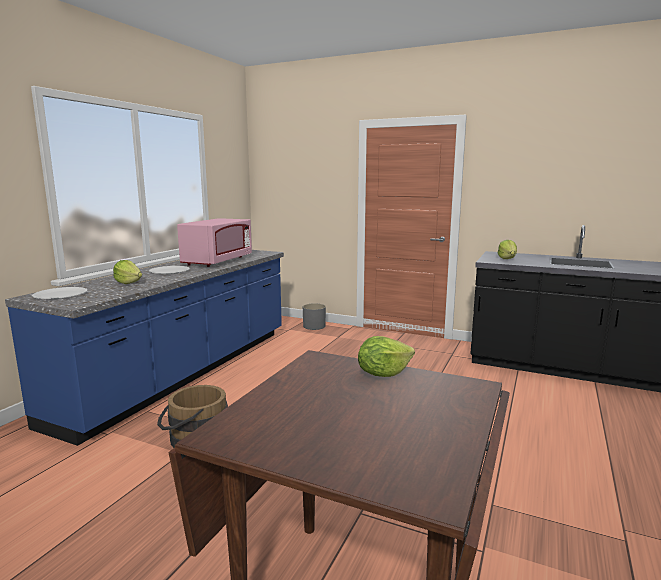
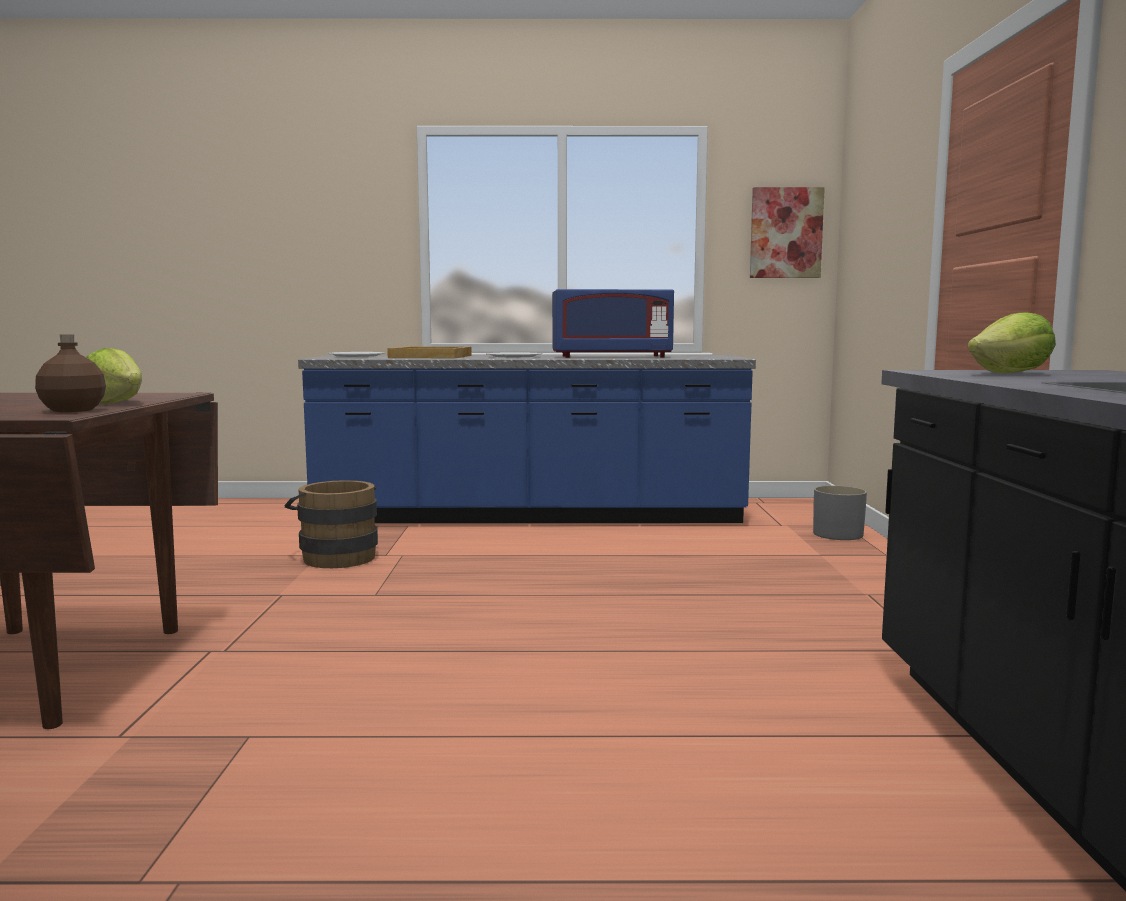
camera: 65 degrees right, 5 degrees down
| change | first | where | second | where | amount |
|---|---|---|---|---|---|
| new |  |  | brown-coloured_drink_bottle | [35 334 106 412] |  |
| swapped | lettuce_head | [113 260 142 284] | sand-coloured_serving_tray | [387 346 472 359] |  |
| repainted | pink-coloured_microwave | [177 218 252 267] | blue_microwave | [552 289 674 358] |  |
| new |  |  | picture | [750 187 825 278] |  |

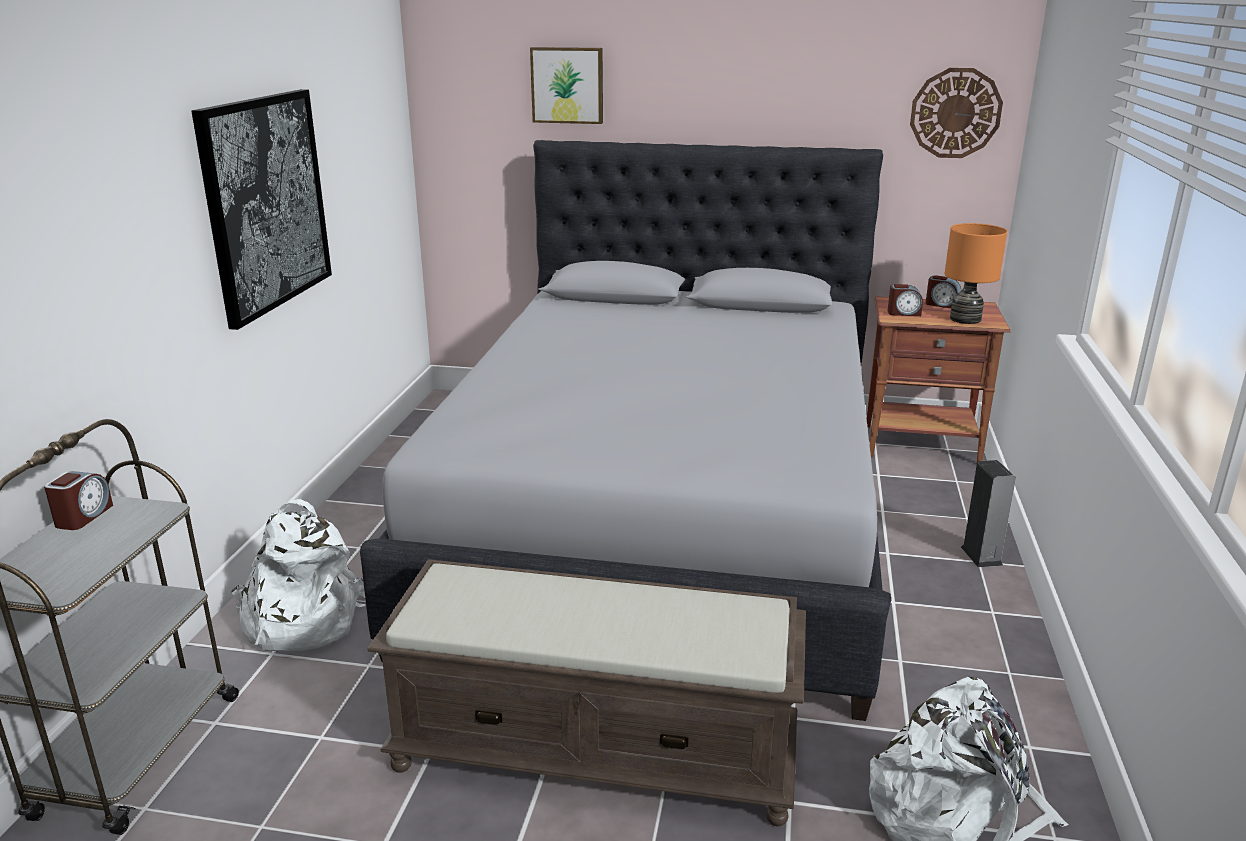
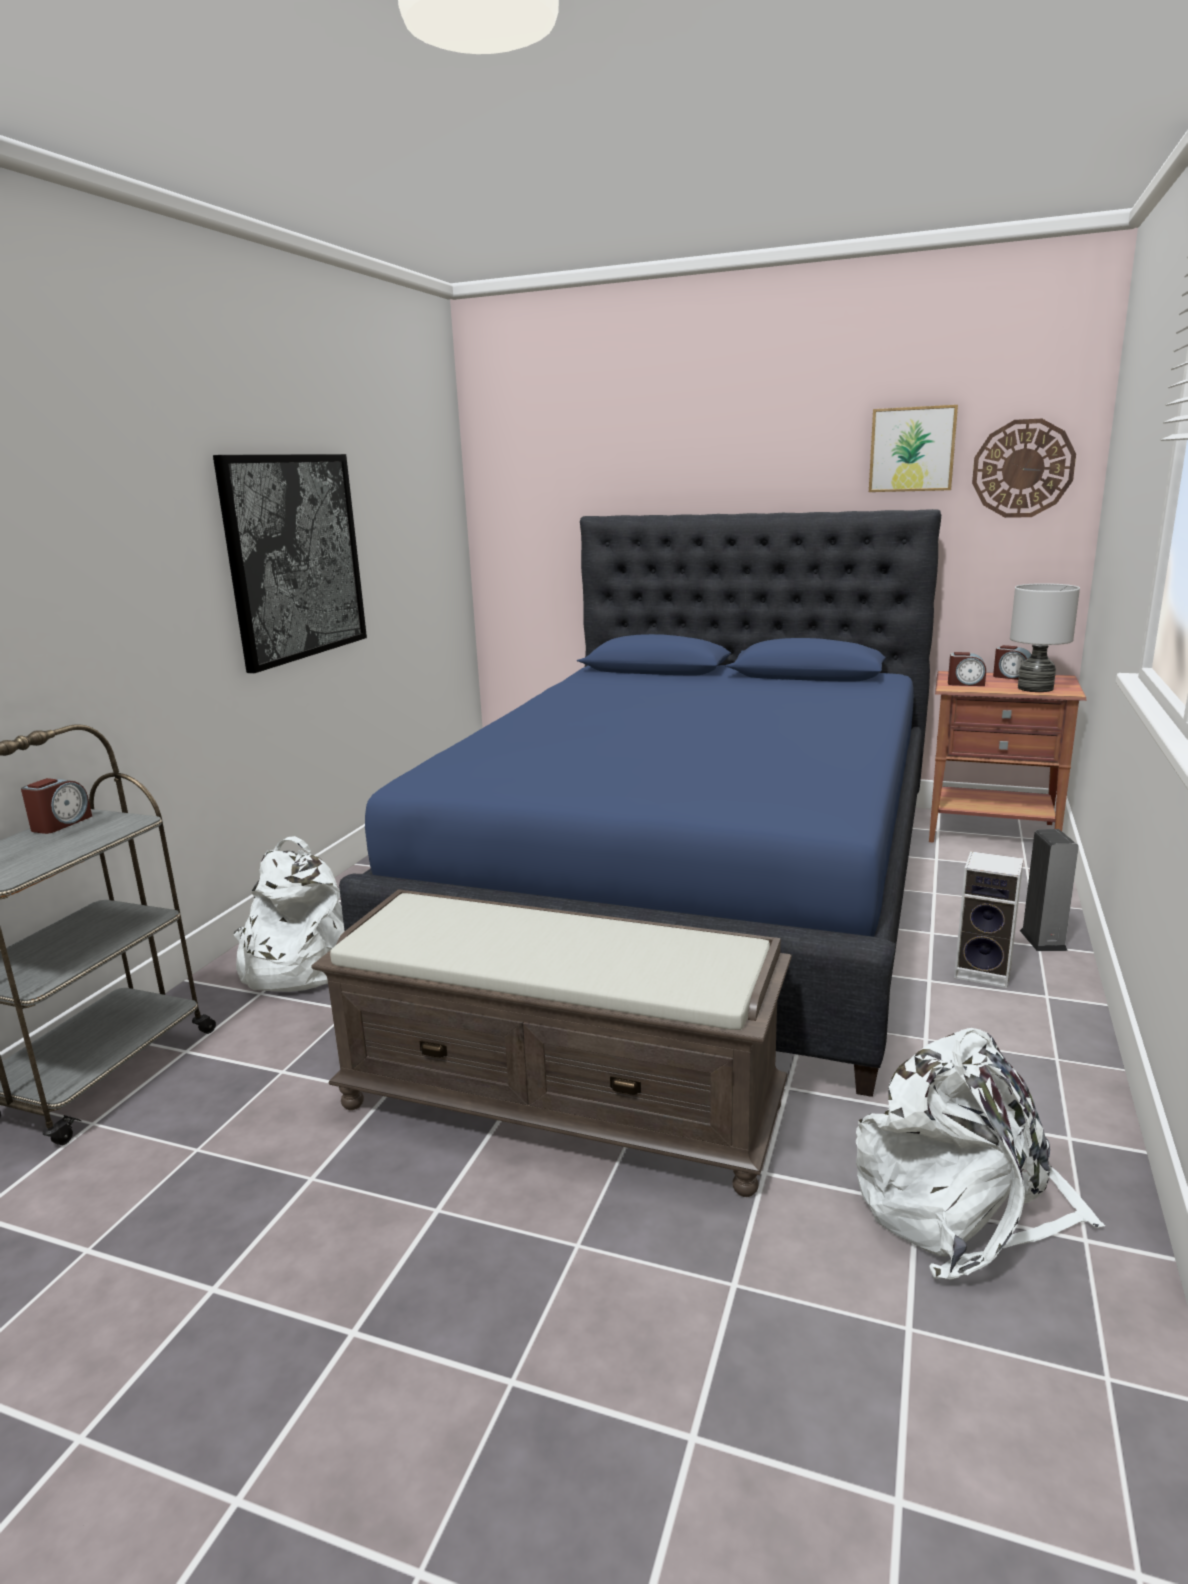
camera: 10 degrees right, 5 degrees down
| change | first | where | second | where | amount |
|---|---|---|---|---|---|
| repainted | greyish_bedroom_bed | [360 140 891 721] | blue_bedroom_bed | [339 509 941 1097] |  |
| shifted | picture | [530 47 603 124] |  | [869 405 958 492] |  |
| new |  |  | loudspeaker | [954 851 1024 988] |  |
| repainted | orange-coloured_lamp_for_a_table | [945 223 1007 324] | greyish_lamp_for_a_table | [1010 583 1080 692] |  |

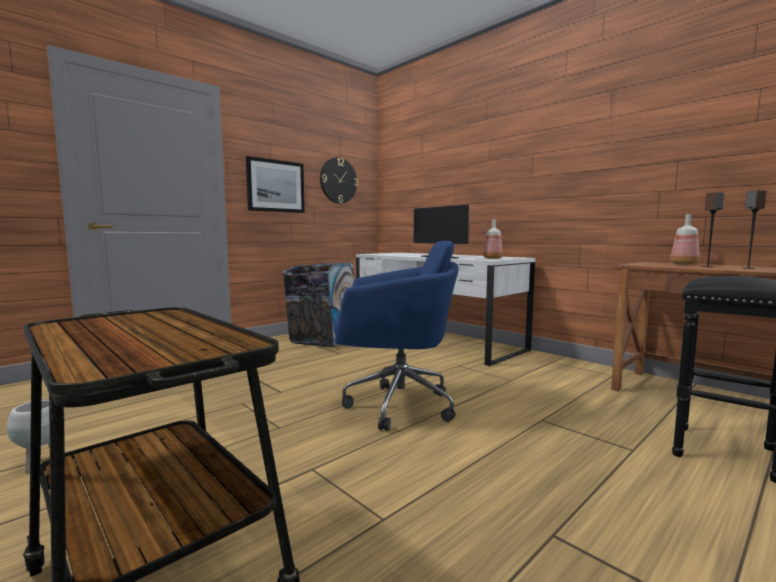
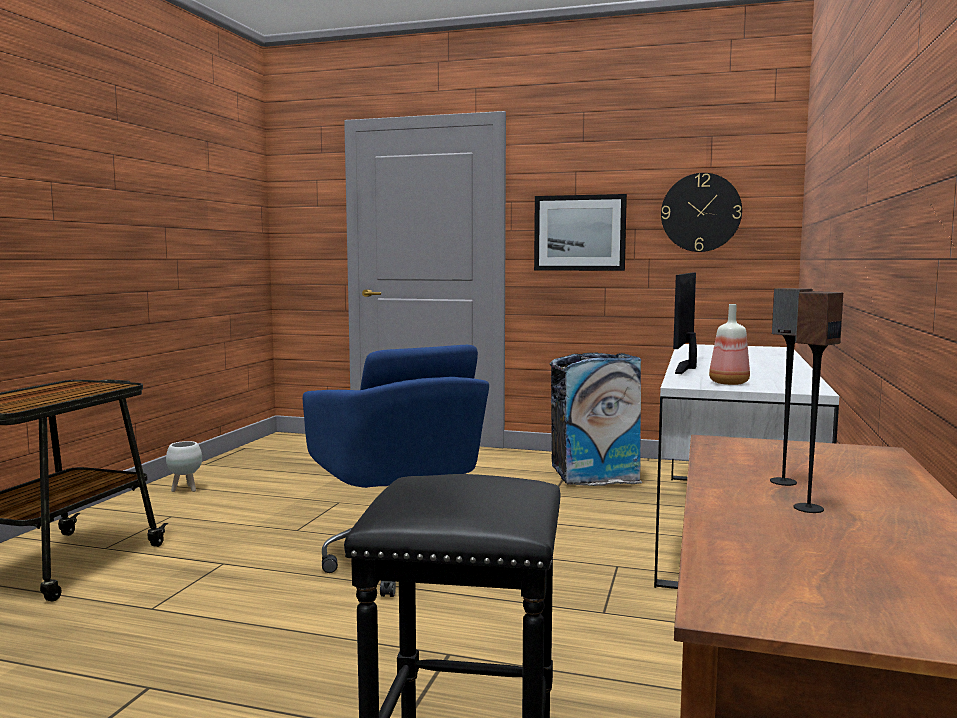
camera: 60 degrees right, 0 degrees up
| change | first | where | second | where | amount |
|---|---|---|---|---|---|
| gone | drink_bottle | [670 214 700 265] |  |  |  |

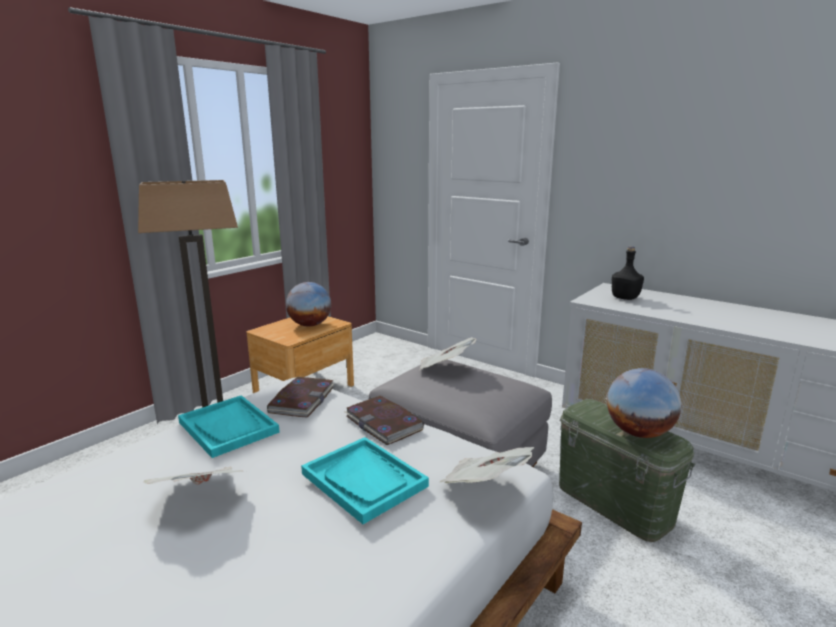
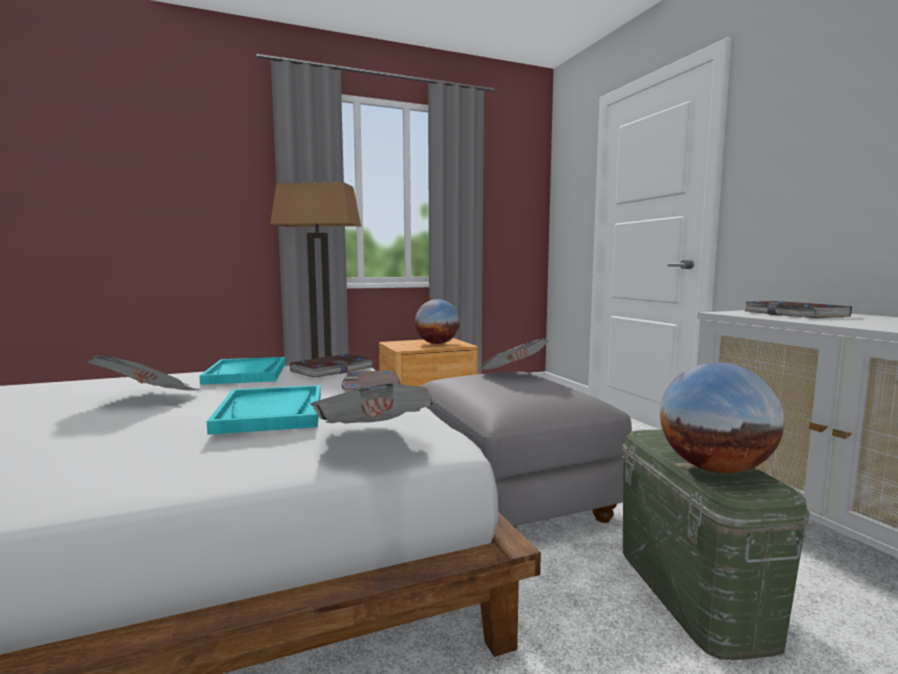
camera: 30 degrees right, 10 degrees down
| change | first | where | second | where | amount |
|---|---|---|---|---|---|
| swapped | black_drink_bottle | [612 246 644 300] | volume | [743 300 852 318] |  |

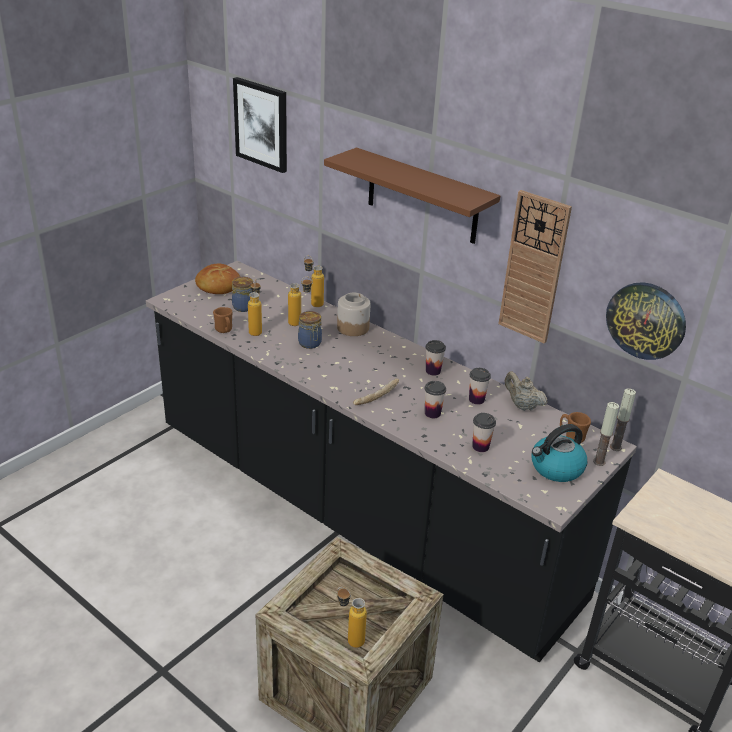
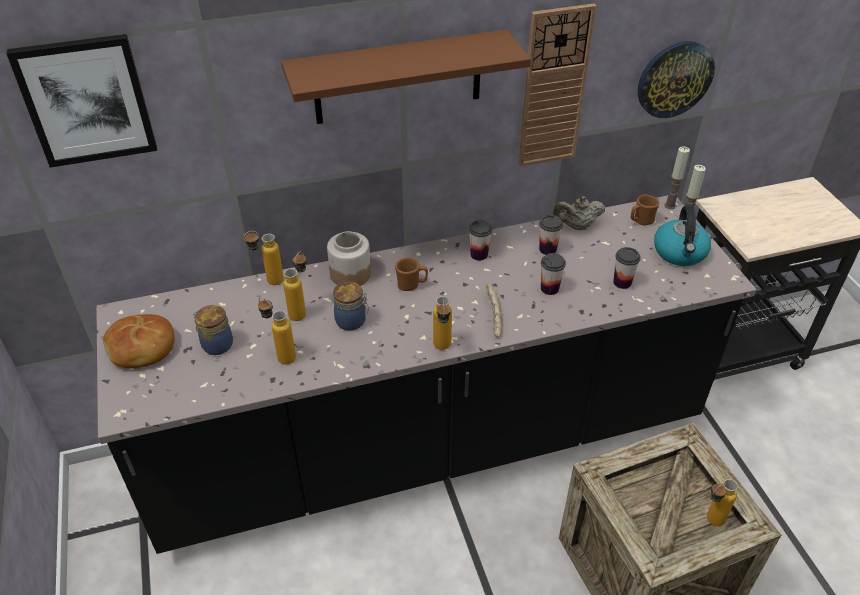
camera: 55 degrees left, 10 degrees up
| change | first | where | second | where | amount |
|---|---|---|---|---|---|
| shifted | brown-coloured_tea_mug | [213 307 232 333] |  | [395 257 428 291] |  |
| new |  |  | drink_bottle | [433 296 452 350] |  |

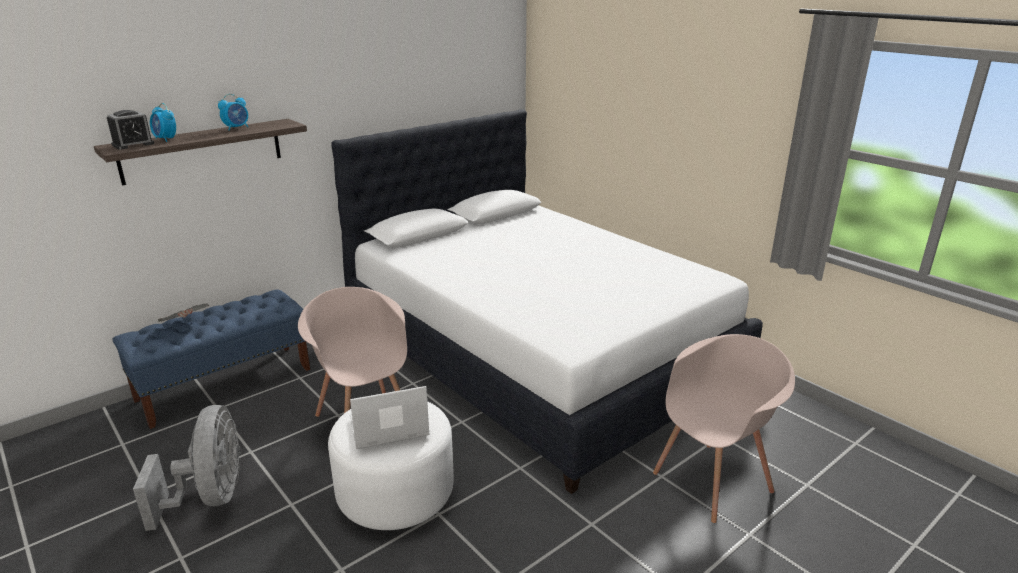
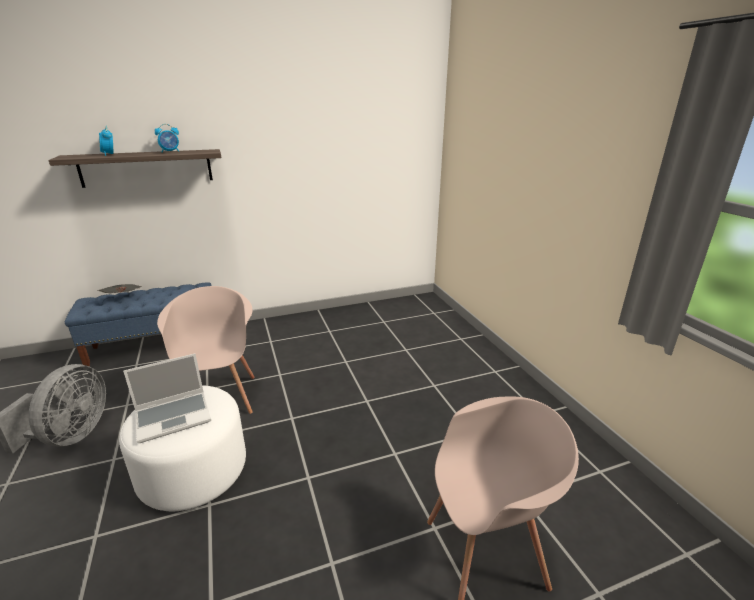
camera: 20 degrees right, 0 degrees up
| change | first | where | second | where | amount |
|---|---|---|---|---|---|
| rotated | portable_computer | [350 386 430 449] |  | [123 354 211 443] | 150 degrees clockwise |
| gone | table_clock | [107 110 154 150] |  |  |  |
| gone | white-coloured_bedroom_bed | [331 109 763 494] |  |  |  |

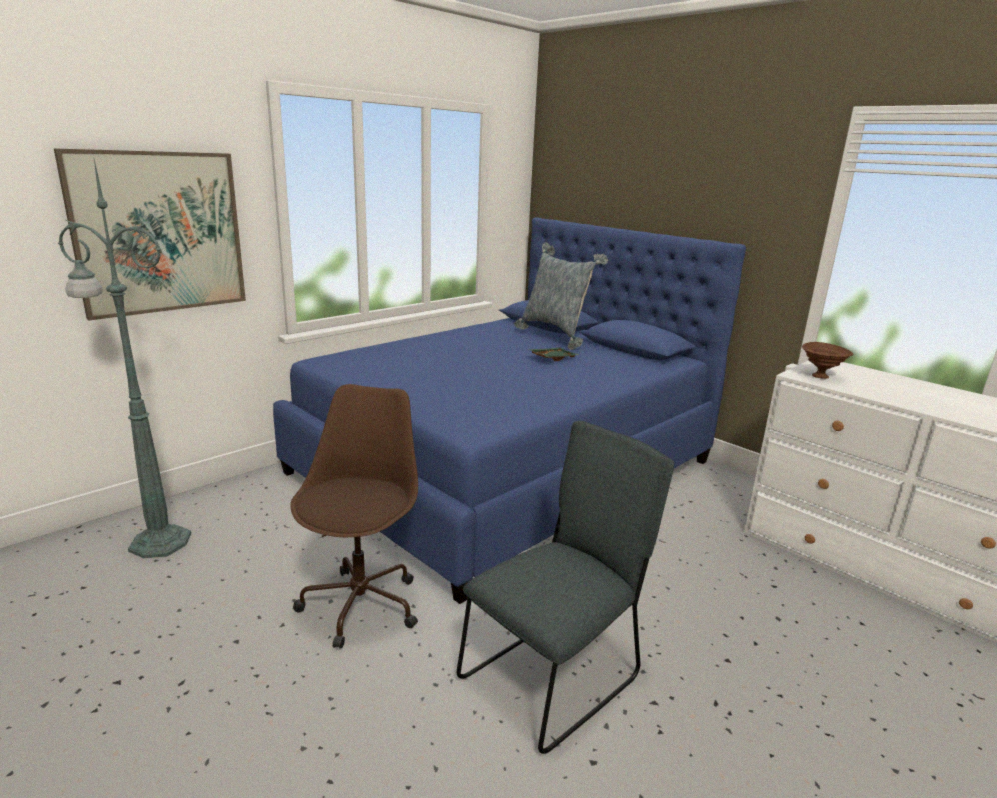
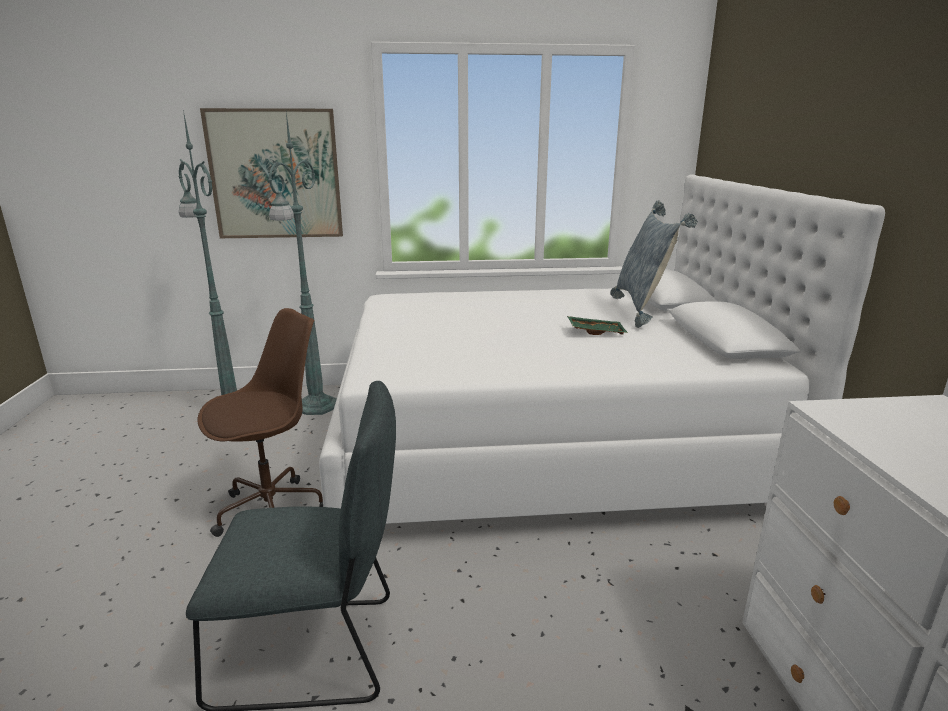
camera: 40 degrees right, 0 degrees up
| change | first | where | second | where | amount |
|---|---|---|---|---|---|
| new |  |  | greenish_floor_lamp | [268 113 337 415] |  |
| repainted | blue_bedroom_bed | [273 217 746 604] | white-coloured_bedroom_bed | [319 174 885 524] |  |
| gone | brown-coloured_bowl | [802 342 853 379] |  |  |  |

